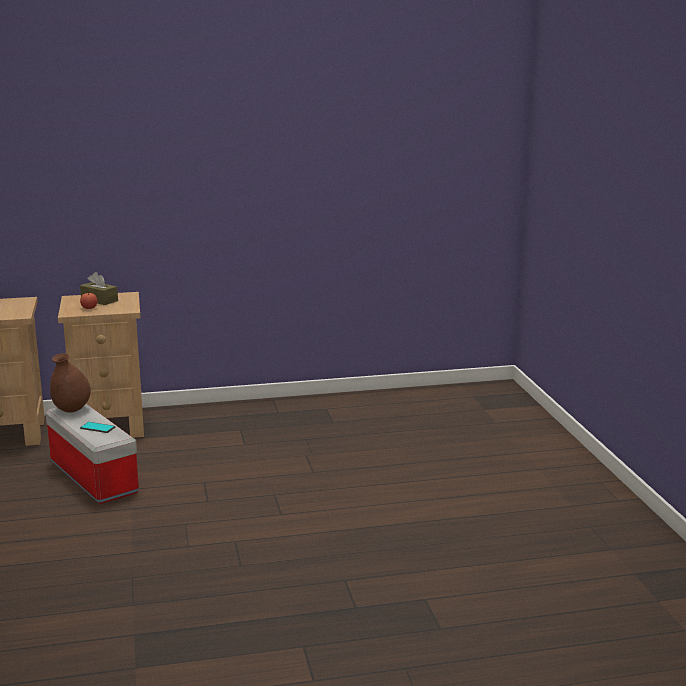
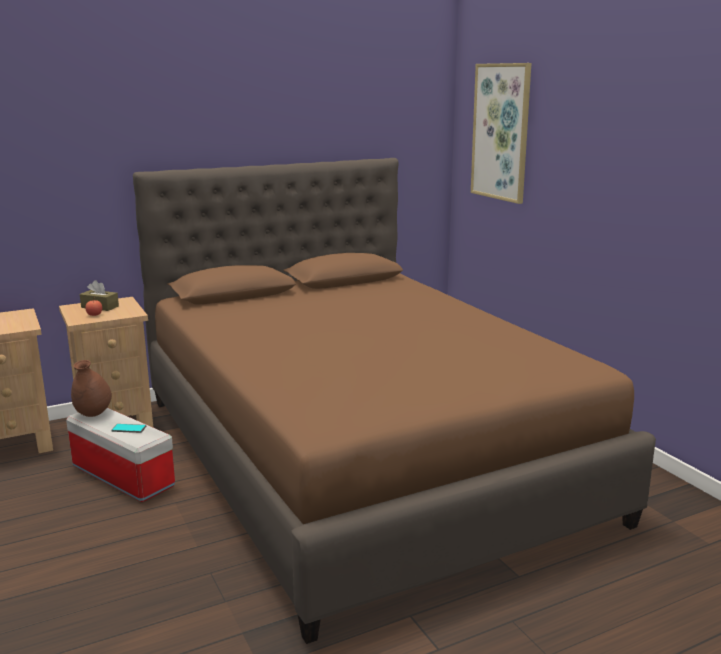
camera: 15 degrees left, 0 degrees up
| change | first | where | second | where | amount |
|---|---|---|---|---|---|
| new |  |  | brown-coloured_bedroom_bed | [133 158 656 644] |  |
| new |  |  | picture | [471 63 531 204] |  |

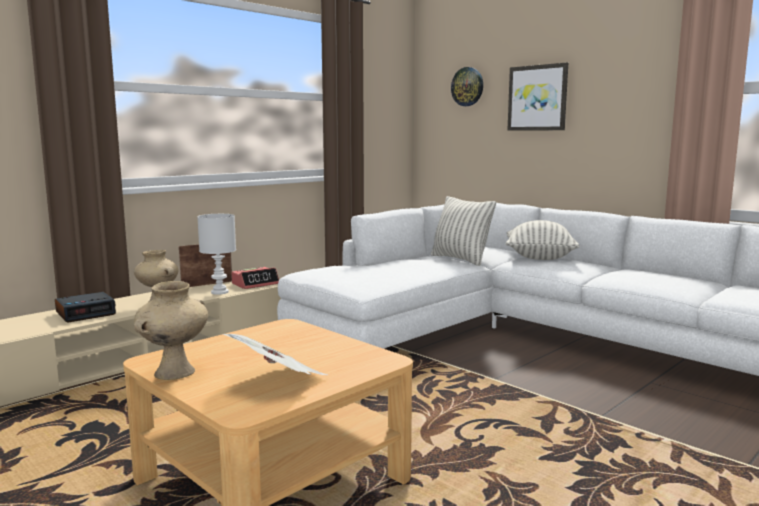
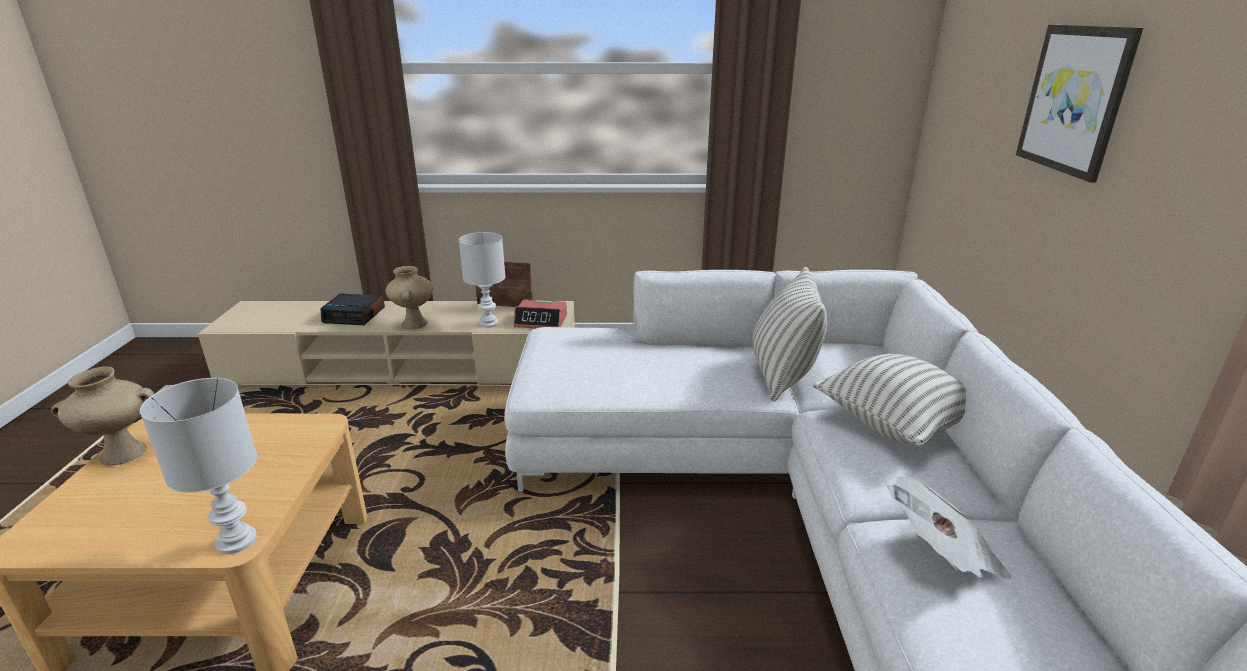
camera: 45 degrees right, 15 degrees up
| change | first | where | second | where | amount |
|---|---|---|---|---|---|
| new |  |  | white-coloured_lamp_for_a_table | [140 378 257 554] |  |
| shifted | printed_paper | [223 334 328 375] |  | [887 477 1012 579] |  |
| gone | hanging_clock | [451 67 483 106] |  |  |  |

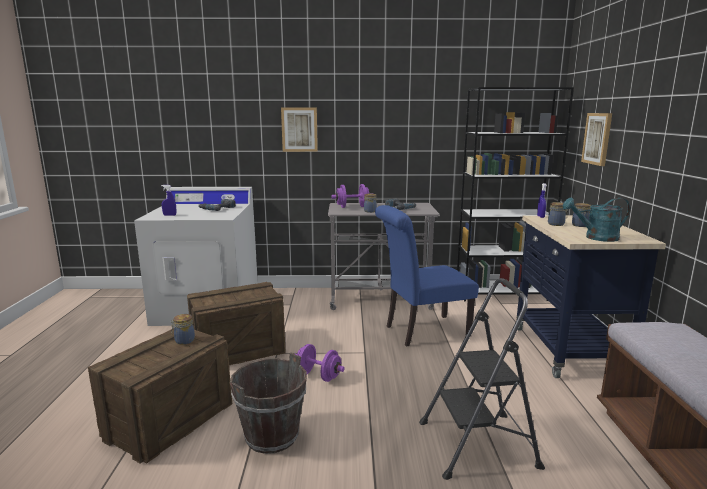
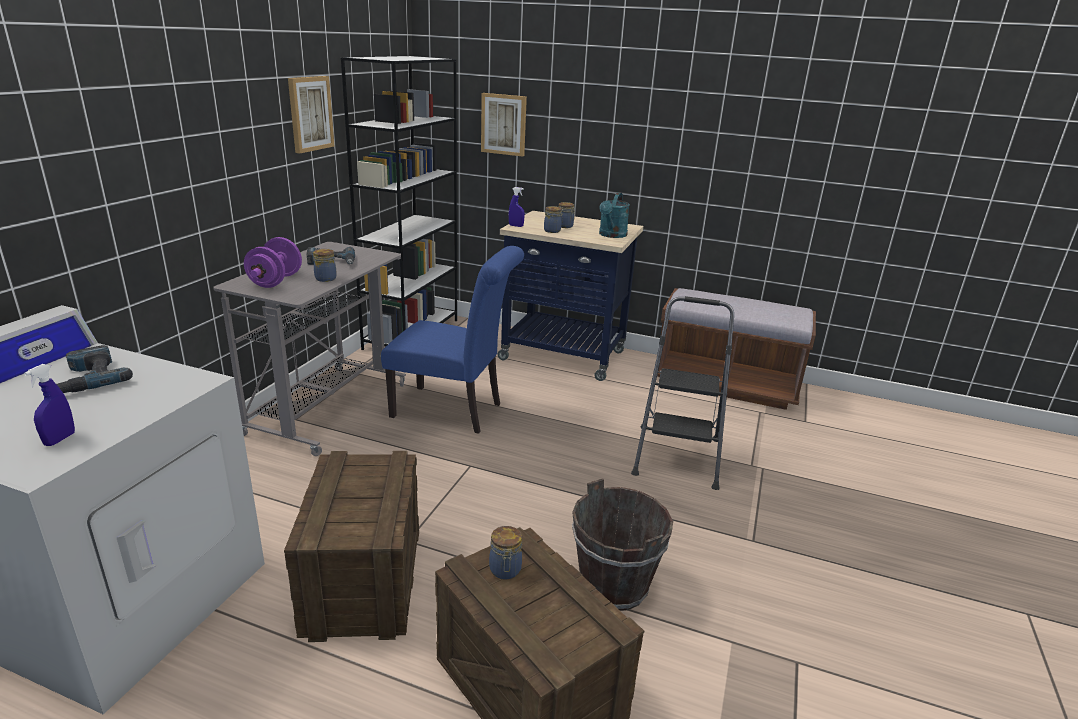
camera: 70 degrees left, 10 degrees up
| change | first | where | second | where | amount |
|---|---|---|---|---|---|
| shifted | picture | [281 108 318 152] |  | [288 76 334 153] |  |
| rotated | blue_upright_chair | [375 205 479 347] |  | [381 246 524 434] | 75 degrees counterclockwise |
| gone | purple-coloured_hand_weight | [296 344 345 382] |  |  |  |

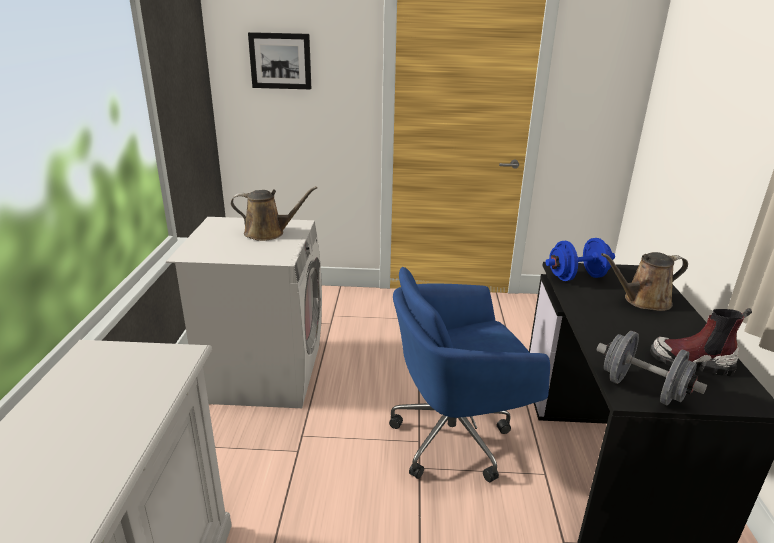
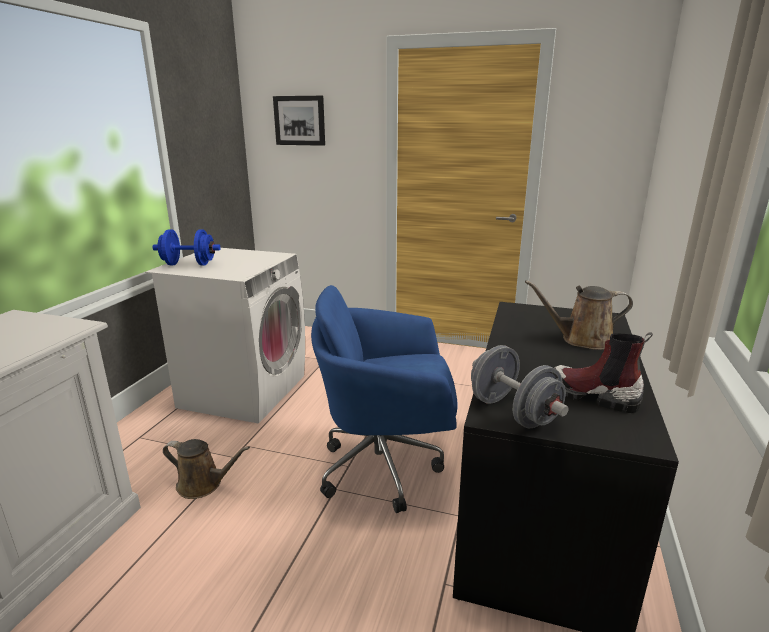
camera: 15 degrees right, 5 degrees down
| change | first | where | second | where | amount |
|---|---|---|---|---|---|
| shifted | blue_hand_weight | [545 238 615 281] |  | [153 230 220 265] |  |
| shifted | brown-coloured_sprinkling_can | [231 186 318 241] |  | [163 439 250 499] |  |

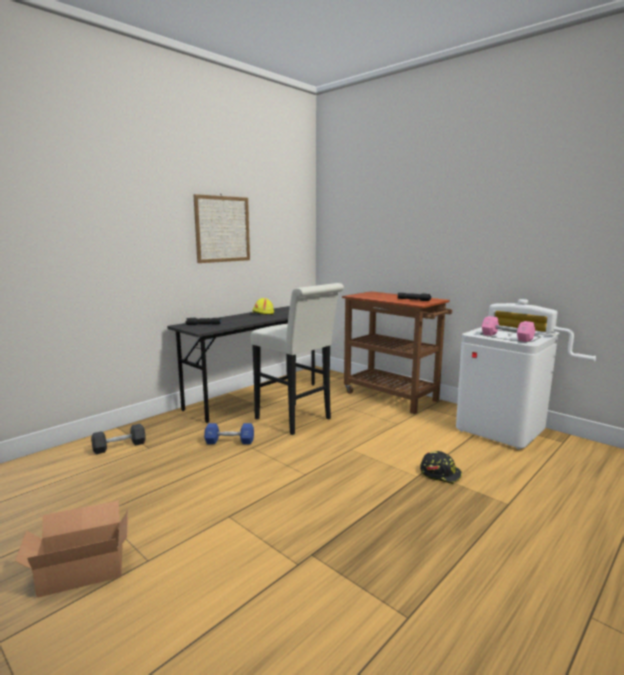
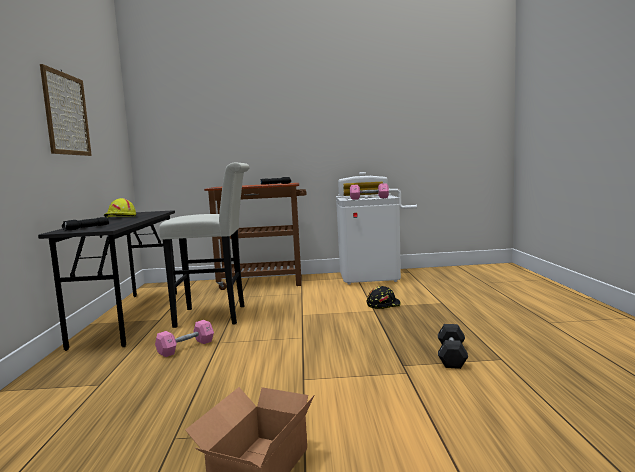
camera: 45 degrees left, 5 degrees down
| change | first | where | second | where | amount |
|---|---|---|---|---|---|
| repainted | blue_hand_weight | [204 423 254 444] | pink-coloured_hand_weight | [155 320 214 357] |  |
| shifted | black_hand_weight | [91 424 146 454] |  | [438 324 468 369] |  |

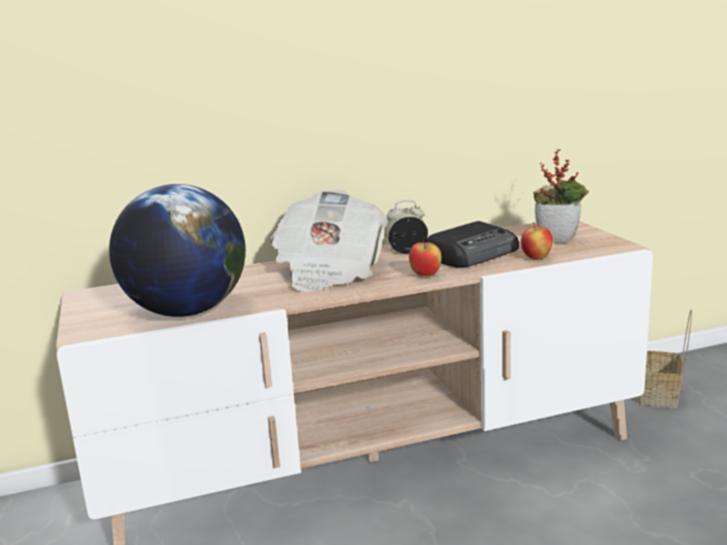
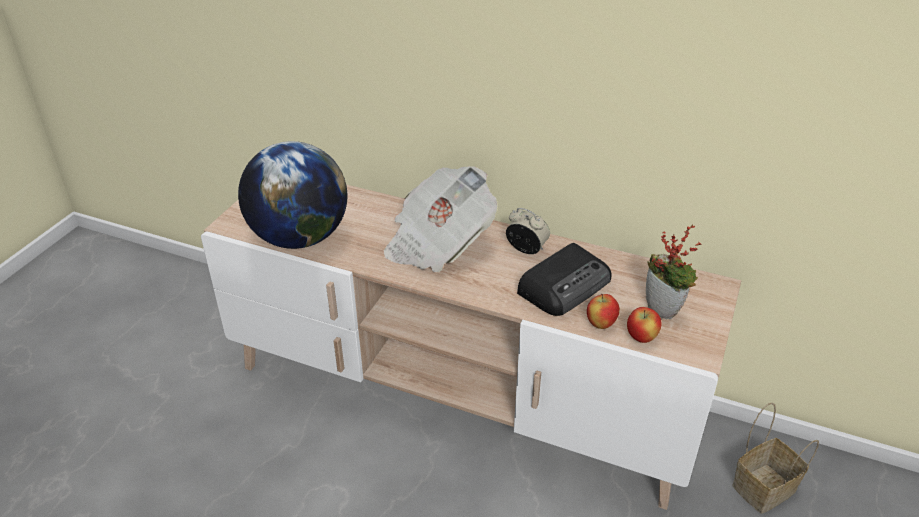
camera: 40 degrees right, 20 degrees up
| change | first | where | second | where | amount |
|---|---|---|---|---|---|
| rotated | radio_set | [425 221 519 268] |  | [517 243 611 316] | 45 degrees counterclockwise |
| shifted | whole_apple | [409 239 442 276] |  | [627 307 662 343] |  |

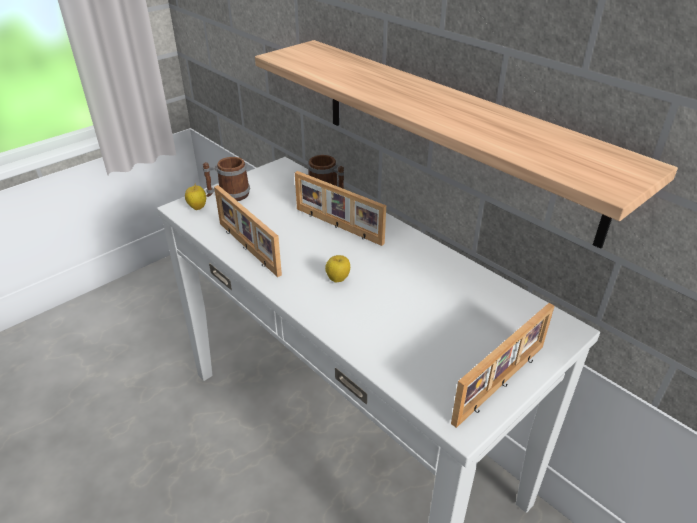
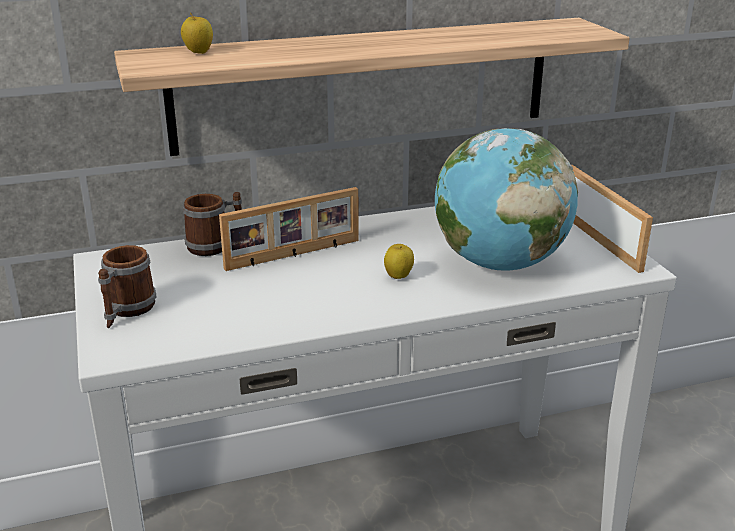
camera: 65 degrees left, 10 degrees down
| change | first | where | second | where | amount |
|---|---|---|---|---|---|
| shifted | whole_apple | [185 184 206 210] |  | [181 13 213 54] |  |
| new |  |  | globe | [435 128 578 271] |  |
| gone | photo_frame | [214 185 282 277] |  |  |  |

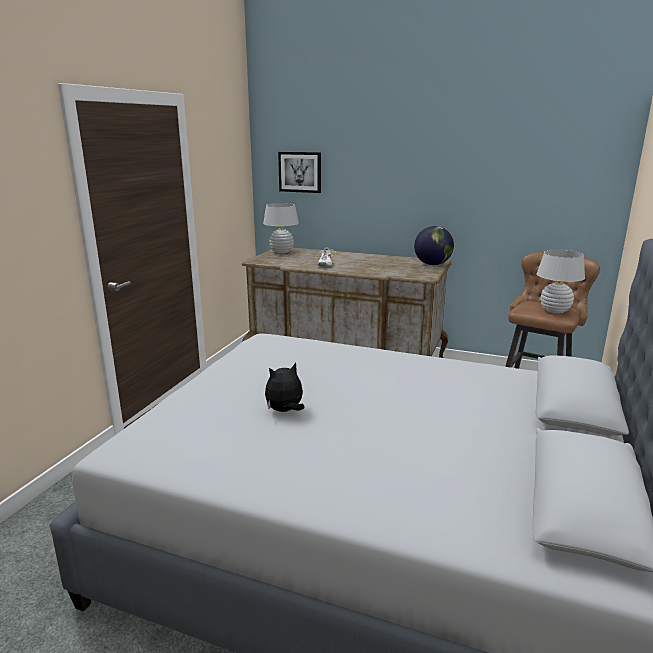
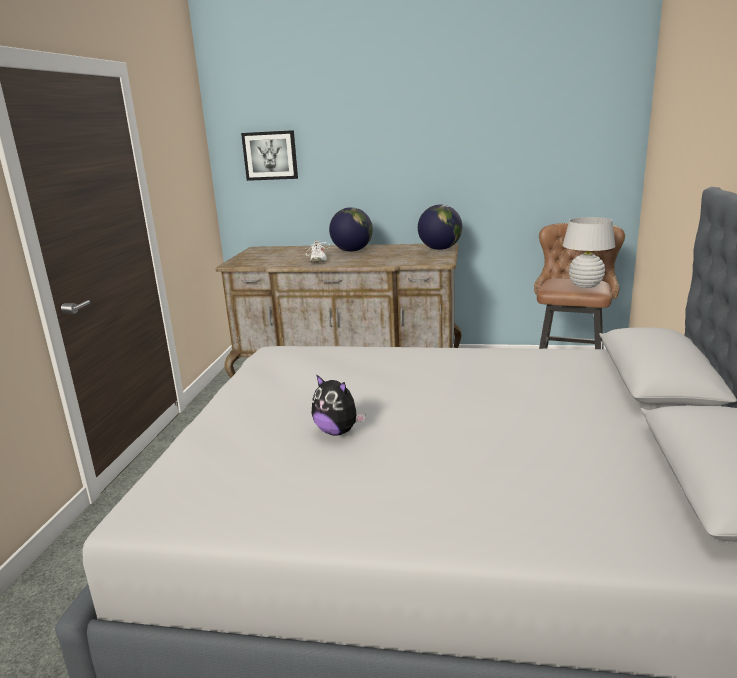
camera: 10 degrees left, 0 degrees up
| change | first | where | second | where | amount |
|---|---|---|---|---|---|
| rotated | soft_toy | [265 363 305 412] |  | [311 374 365 436] | 105 degrees counterclockwise |
| new |  |  | globe | [329 207 373 252] |  |
| gone | white-coloured_lamp_for_a_table | [263 203 299 254] |  |  |  |

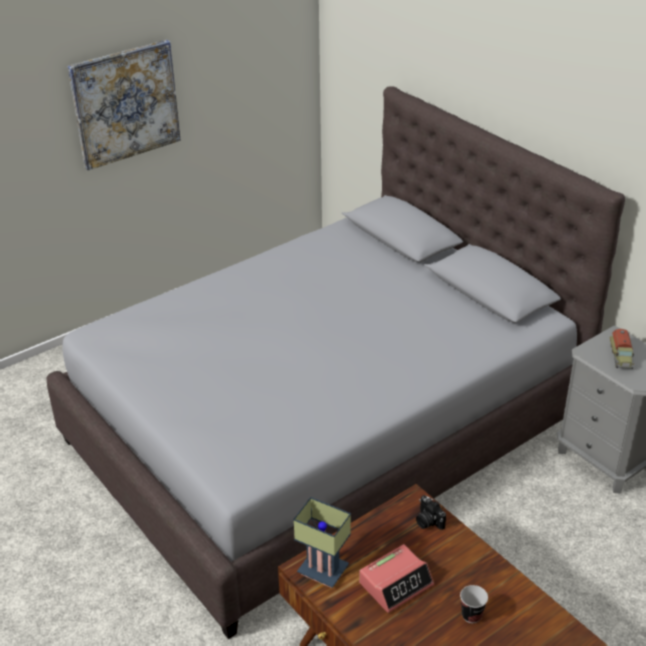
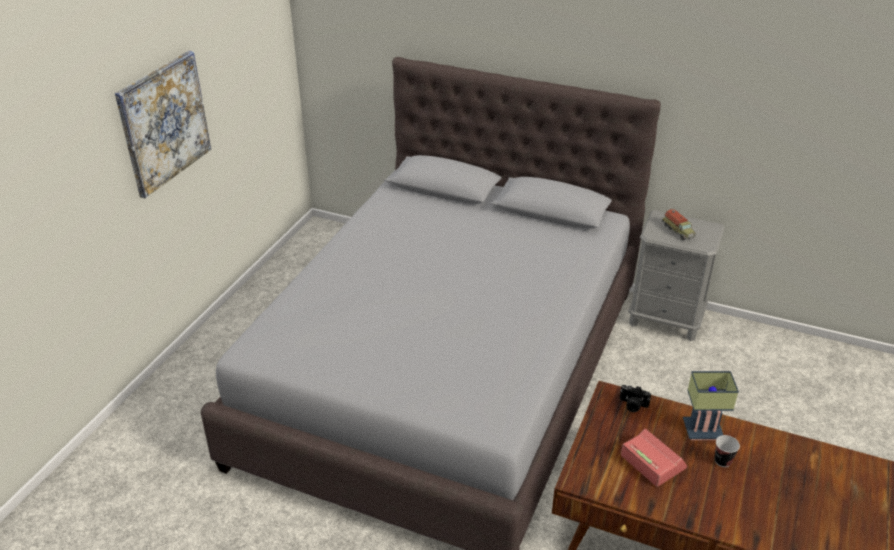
camera: 30 degrees left, 0 degrees up
| change | first | where | second | where | amount |
|---|---|---|---|---|---|
| rotated | table_clock | [359 544 434 613] |  | [621 428 687 487] | 60 degrees counterclockwise |
| shifted | lamp_for_a_table | [293 497 351 588] |  | [683 371 739 440] |  |

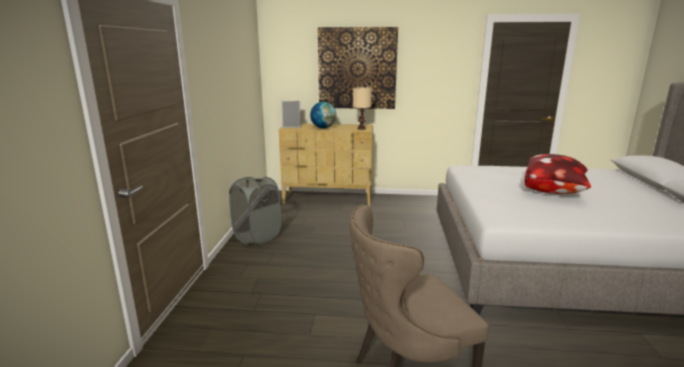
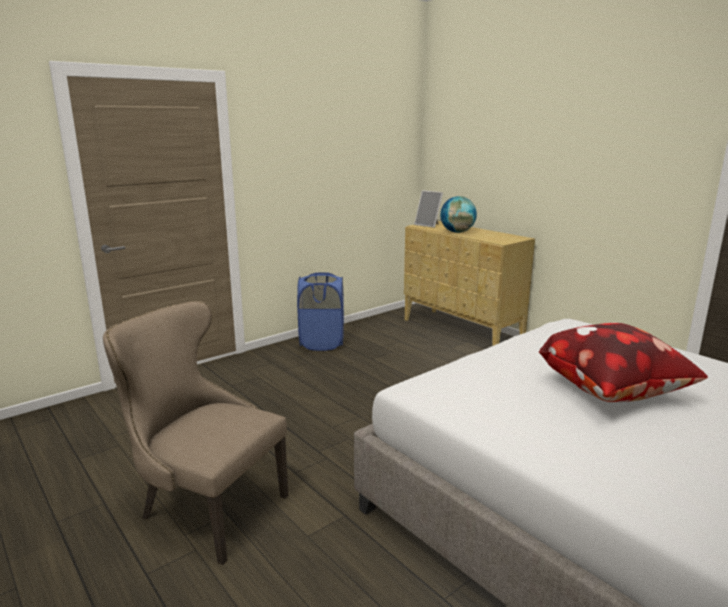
camera: 45 degrees right, 0 degrees up
| change | first | where | second | where | amount |
|---|---|---|---|---|---|
| repainted | greyish_hamper | [229 177 281 245] | blue_hamper | [297 272 344 351] |  |
| gone | picture | [318 27 398 109] |  |  |  |
| gone | sand-coloured_lamp_for_a_table | [353 87 372 130] |  |  |  |

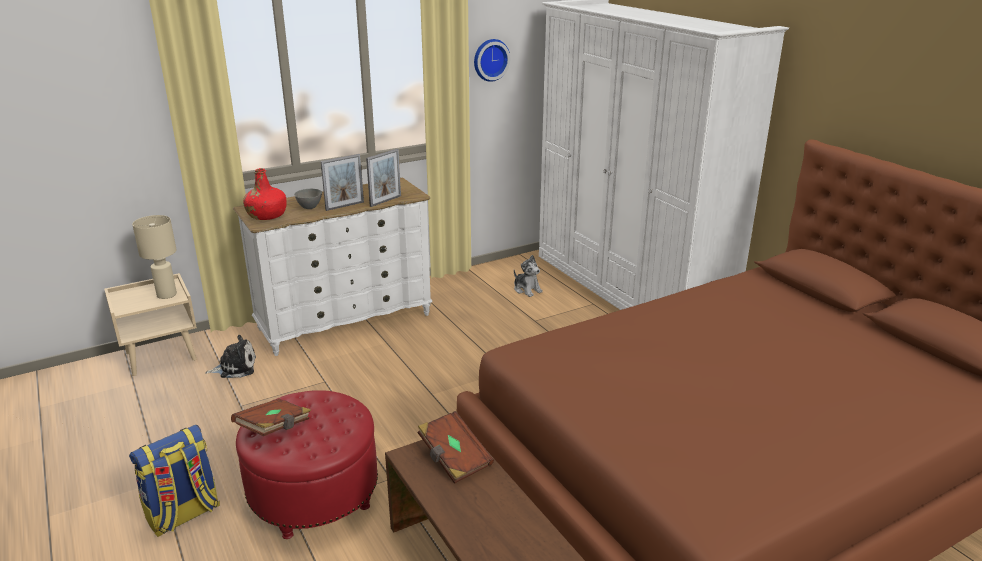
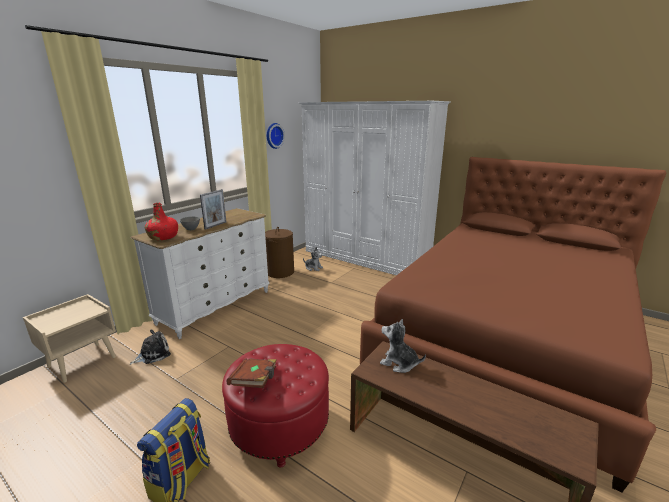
camera: 25 degrees left, 5 degrees down
| change | first | where | second | where | amount |
|---|---|---|---|---|---|
| new |  |  | brown-coloured_hamper | [265 227 294 278] |  |
| swapped | brown-coloured_volume | [418 411 494 484] | soft_toy | [380 319 426 373] |  |
| gone | sand-coloured_lamp_for_a_table | [132 215 177 299] |  |  |  |
| gone | photo_frame | [366 149 401 207] |  |  |  |

